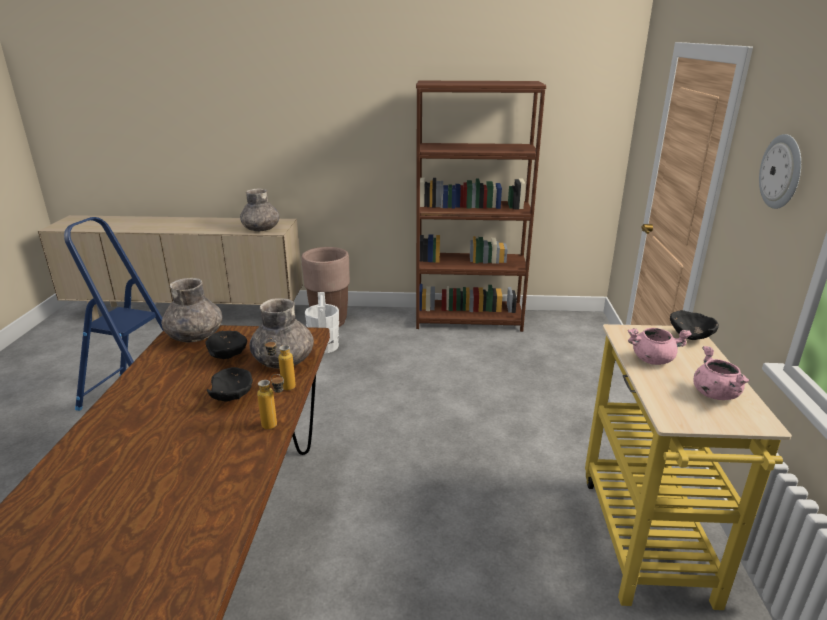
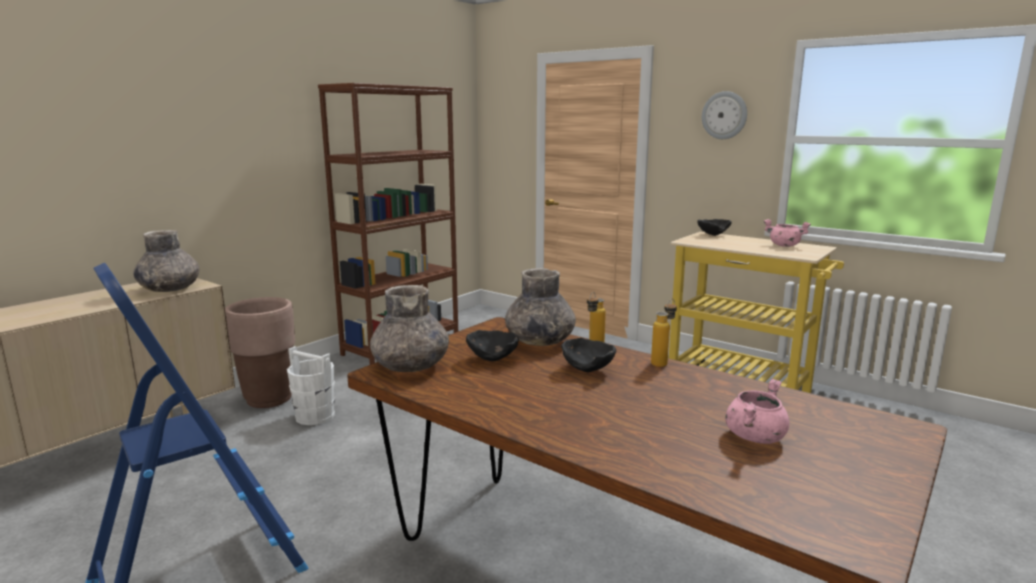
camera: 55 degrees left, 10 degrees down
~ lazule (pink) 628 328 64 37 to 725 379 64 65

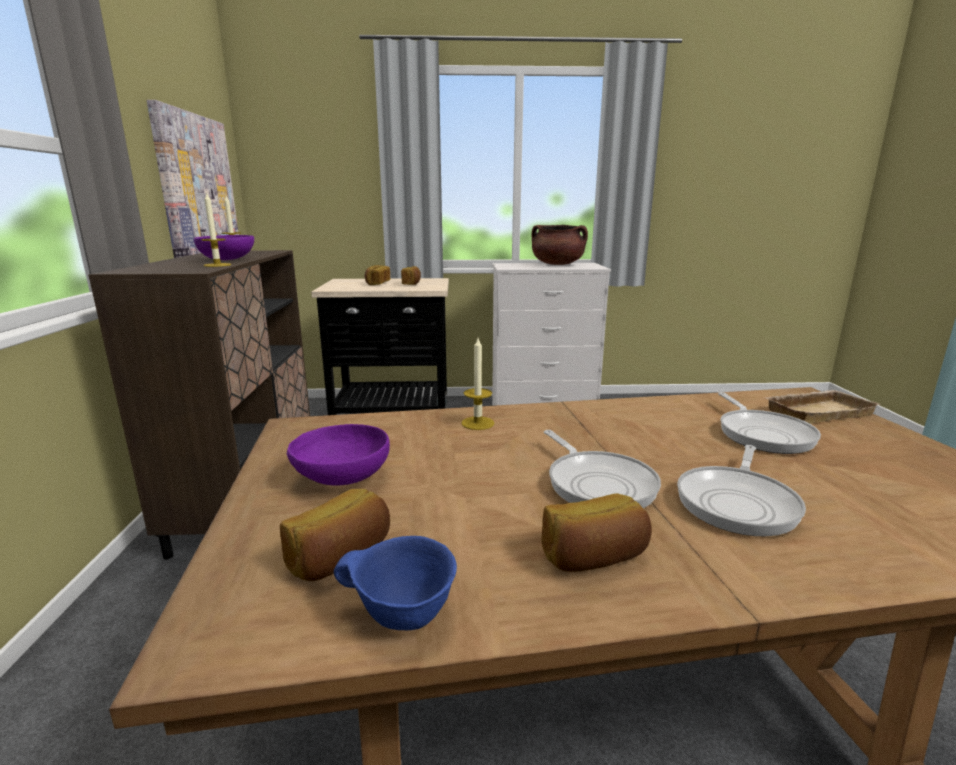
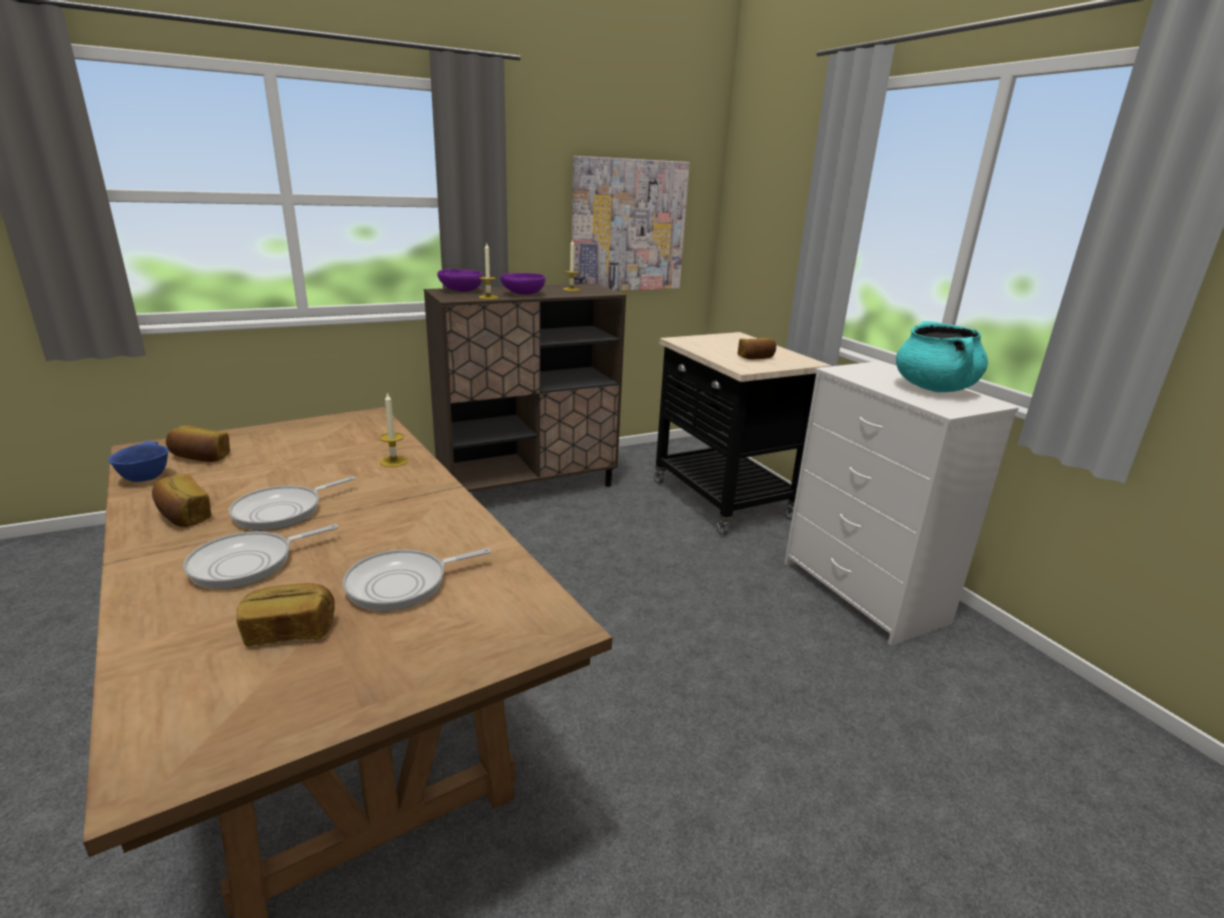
camera: 65 degrees right, 5 degrees up
~ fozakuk 677 445 129 91 = 183 524 155 65 45 degrees counterclockwise
~ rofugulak 365 265 25 20 to 237 583 98 63
~ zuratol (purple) 287 424 103 62 to 437 269 45 23
~ lazule (brown) 532 225 56 40 to lazule (turquoise) 896 321 92 71
- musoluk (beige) 764 390 116 34

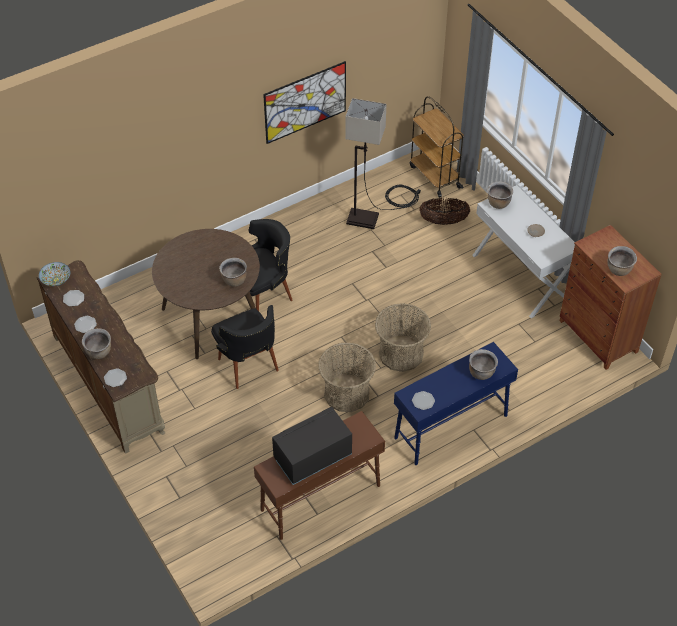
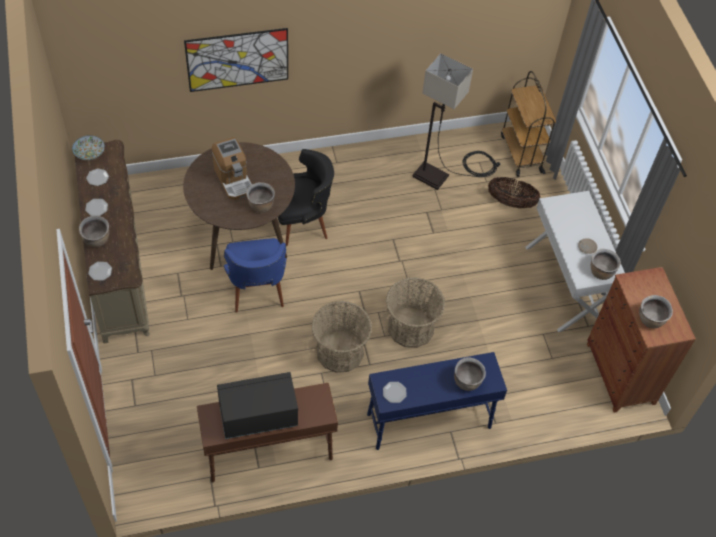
camera: 15 degrees right, 5 degrees up
~ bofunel 263 61 83 83 to 184 28 104 64
+ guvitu 212 137 40 63
~ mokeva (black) 211 305 68 84 to mokeva (blue) 223 238 64 75
~ lazule (brown) 487 181 26 28 to 591 249 30 31

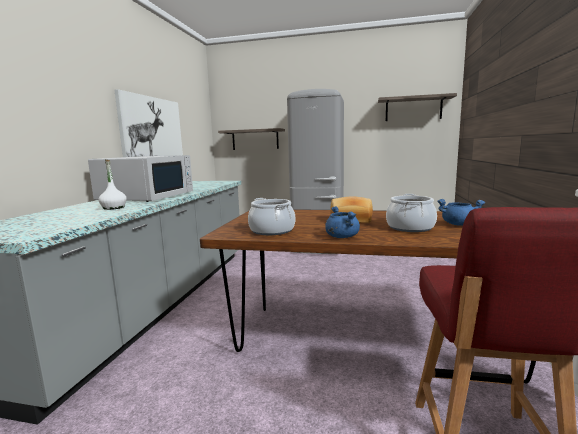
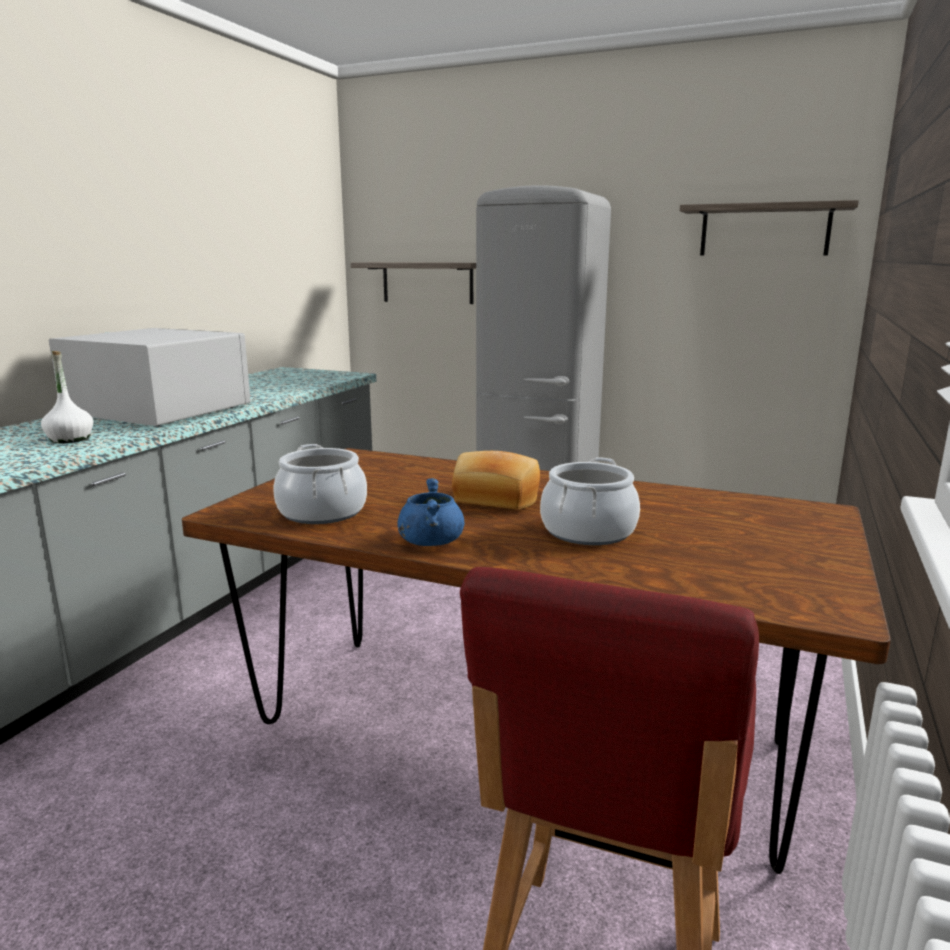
camera: 10 degrees right, 5 degrees up
~ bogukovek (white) 88 155 105 47 = 49 328 202 99 90 degrees counterclockwise
- bofunel 114 89 69 68
- lazule (blue) 437 199 48 27

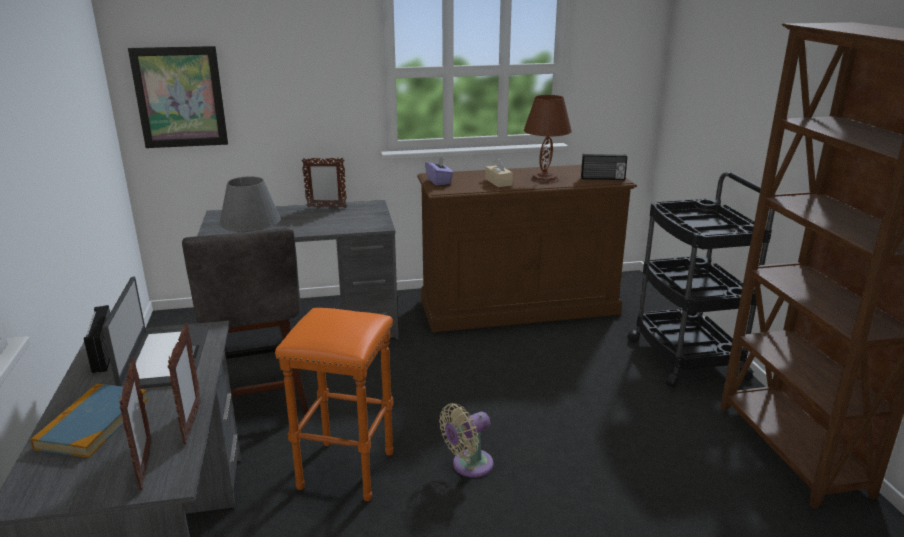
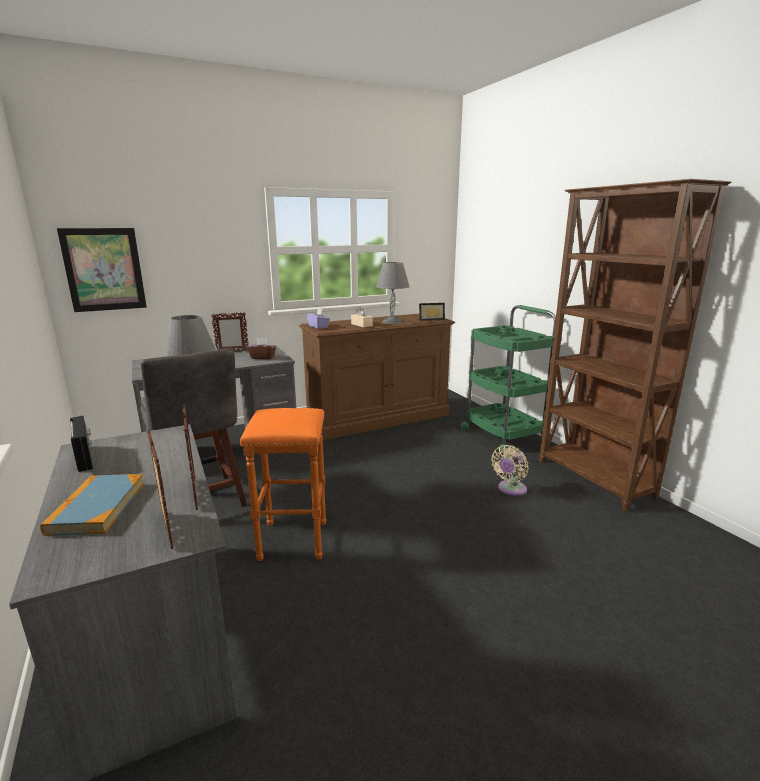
camera: 15 degrees left, 5 degrees down
+ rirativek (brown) 247 338 29 21
~ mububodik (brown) 524 95 48 88 to mububodik (grey) 376 262 34 62
~ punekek 581 153 46 27 to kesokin 419 303 26 18
~ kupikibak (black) 627 172 148 216 to kupikibak (green) 461 305 95 148
~ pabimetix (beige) 439 403 54 75 to 491 445 38 51
- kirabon 102 277 106 112

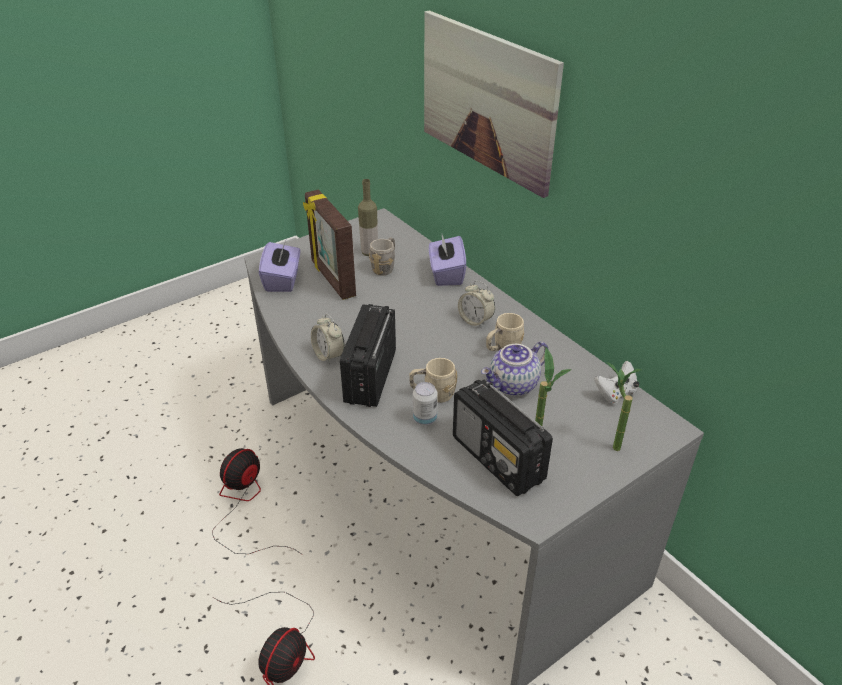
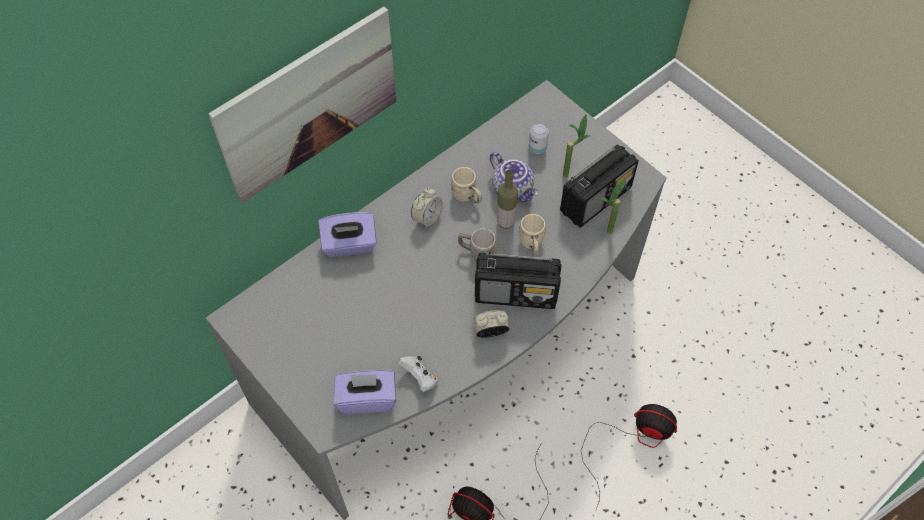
camera: 95 degrees left, 20 degrees up
~ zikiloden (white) 594 361 45 43 to 398 356 40 36
~ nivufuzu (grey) 369 237 26 38 to 458 229 39 33
~ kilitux 311 314 34 51 = 473 310 36 28 150 degrees counterclockwise
~ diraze 358 179 20 77 to 497 170 21 59
~ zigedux 413 382 25 44 to 529 122 20 32
~ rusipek 607 362 34 89 to 601 179 25 55
- kesokin 303 190 53 110

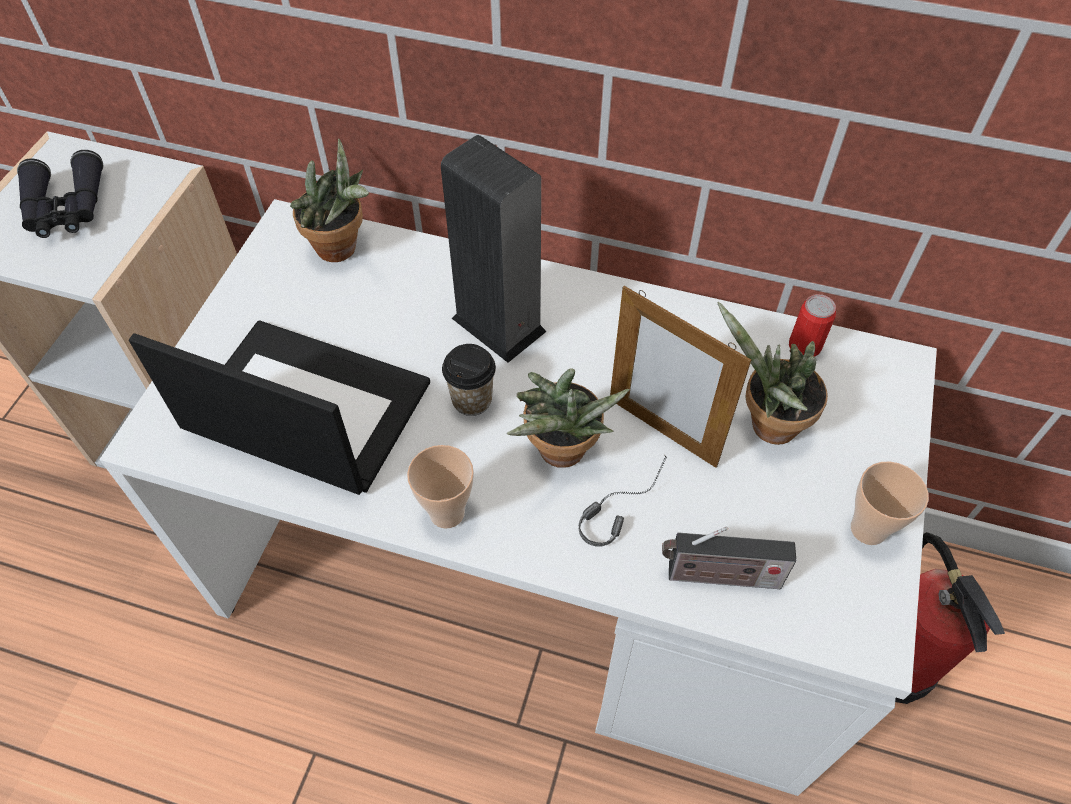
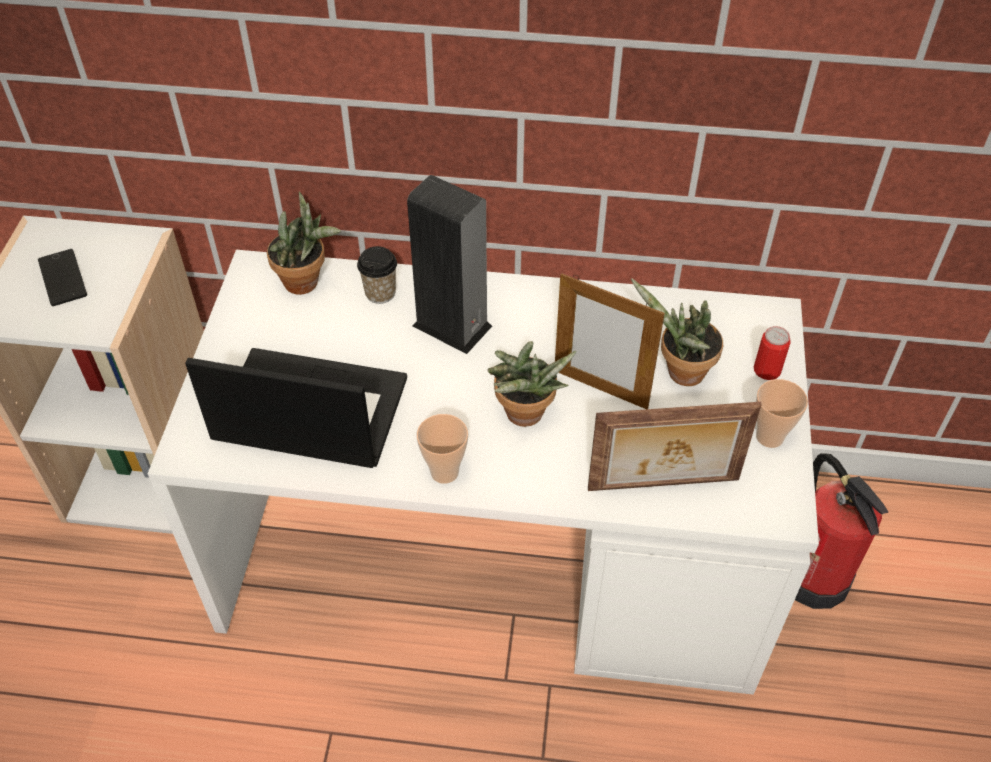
camera: 10 degrees left, 5 degrees down
~ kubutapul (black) 17 150 86 88 to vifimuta 38 249 49 57
~ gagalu 442 344 54 72 to 357 246 40 58
~ punekek 662 526 134 63 to kesokin 588 402 174 89
~ zigedux 789 294 47 62 to 754 326 37 54
- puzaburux 579 456 88 91

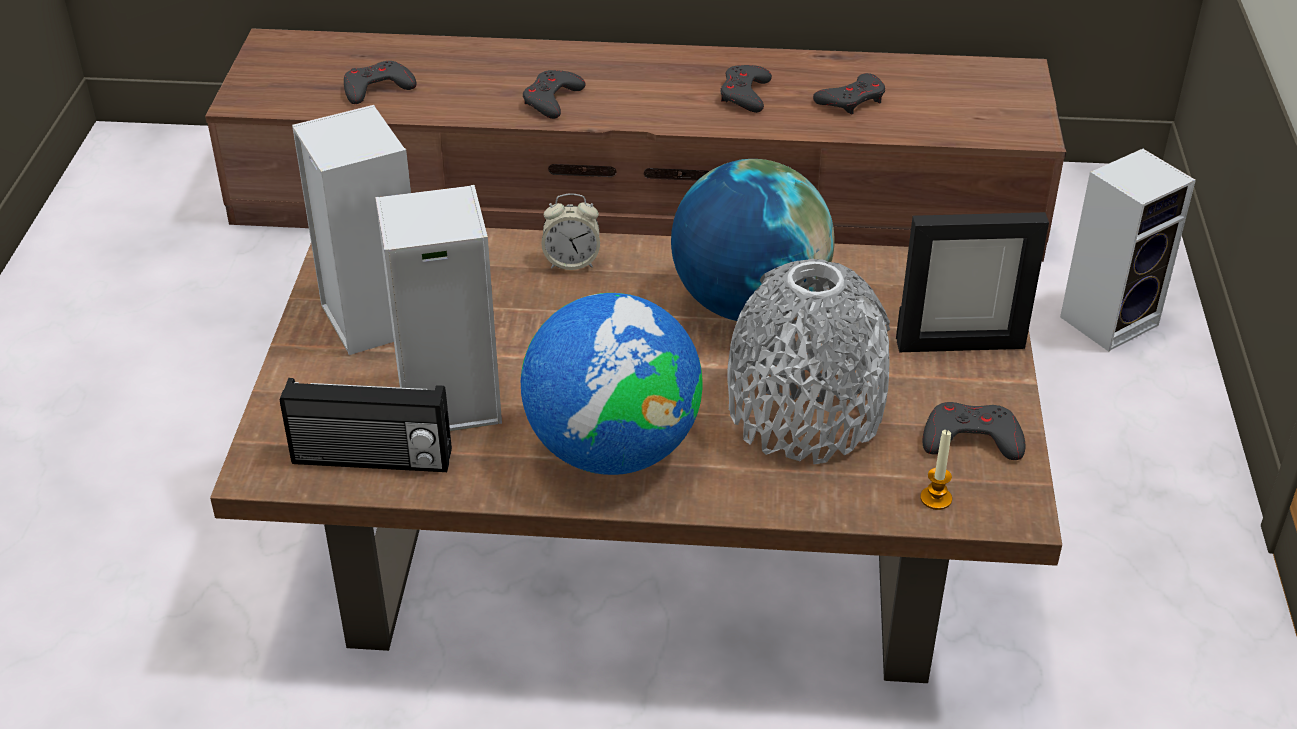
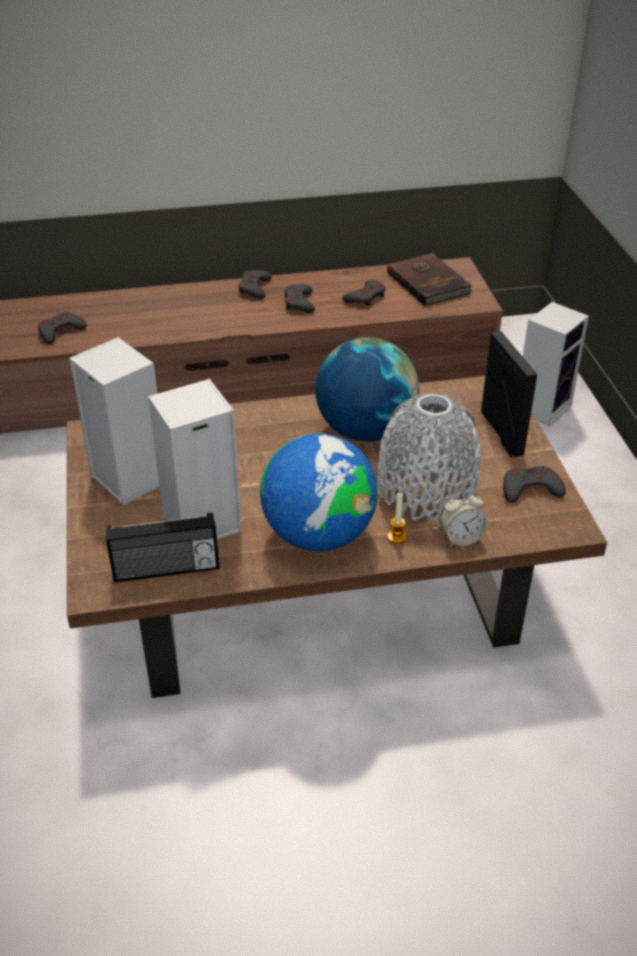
camera: 15 degrees left, 0 degrees up
~ zikiloden (grey) 523 70 63 49 to 238 270 34 29
+ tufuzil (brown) 387 253 85 53
~ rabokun 920 430 32 80 to 387 493 20 51
~ kilitux 541 194 59 76 to 439 491 49 56
~ kesokin 896 212 153 140 = 481 331 56 127 90 degrees counterclockwise

